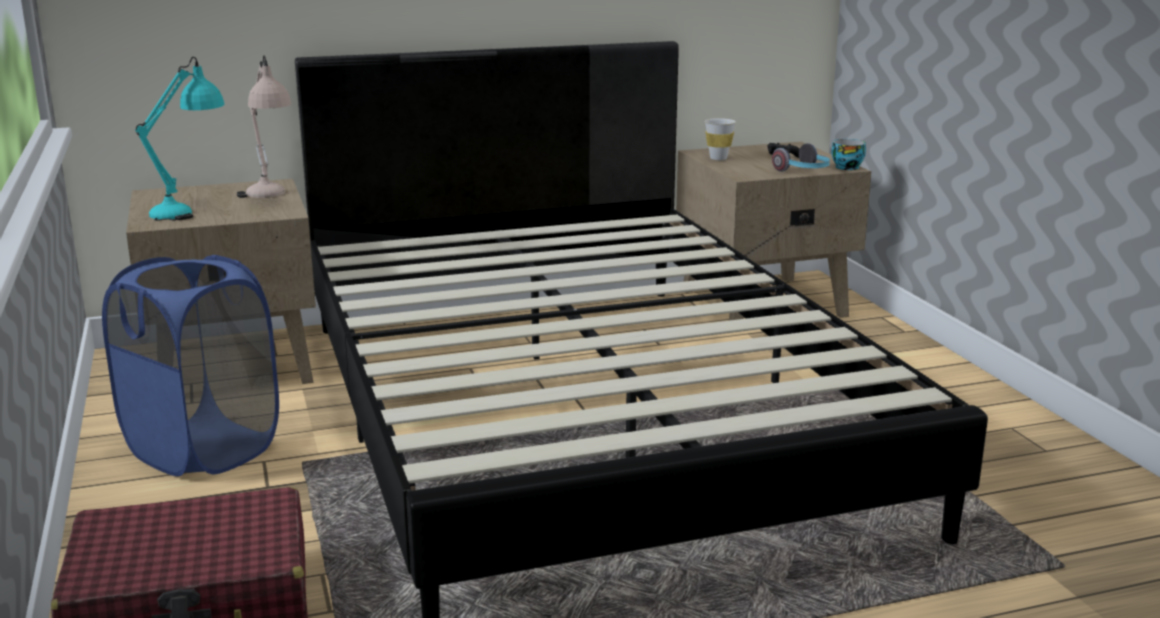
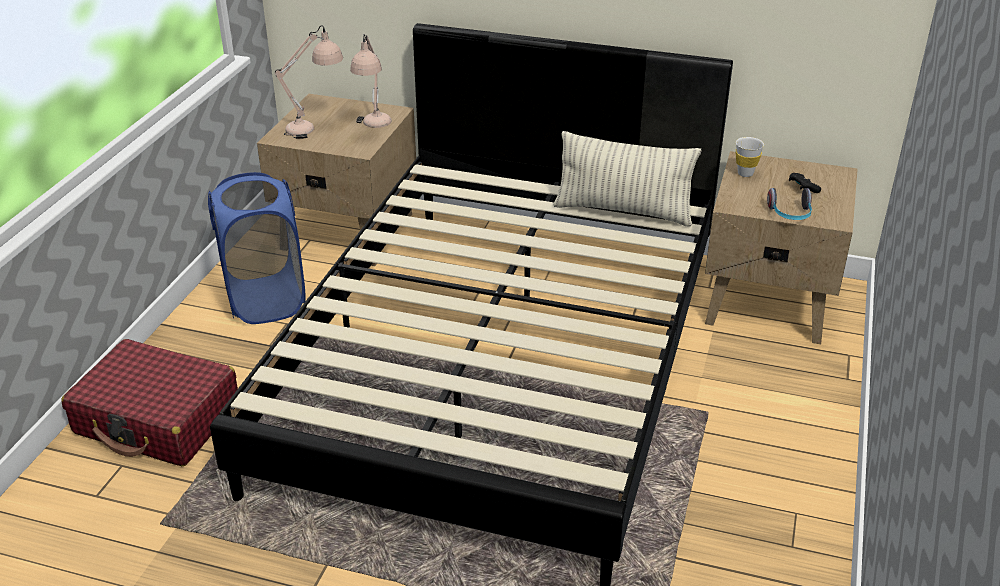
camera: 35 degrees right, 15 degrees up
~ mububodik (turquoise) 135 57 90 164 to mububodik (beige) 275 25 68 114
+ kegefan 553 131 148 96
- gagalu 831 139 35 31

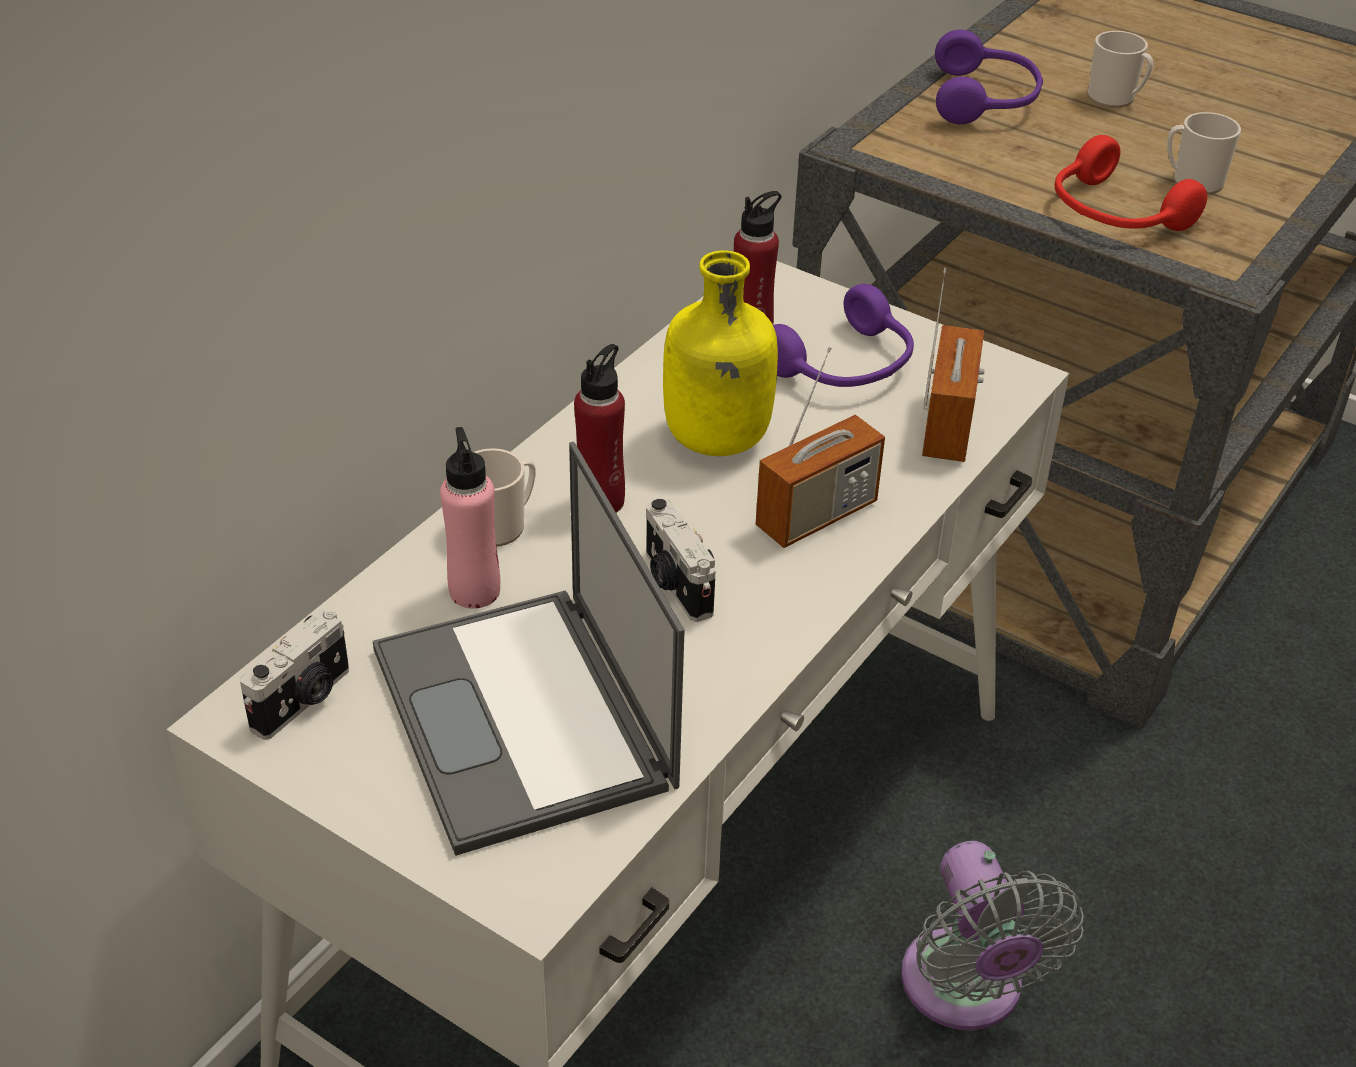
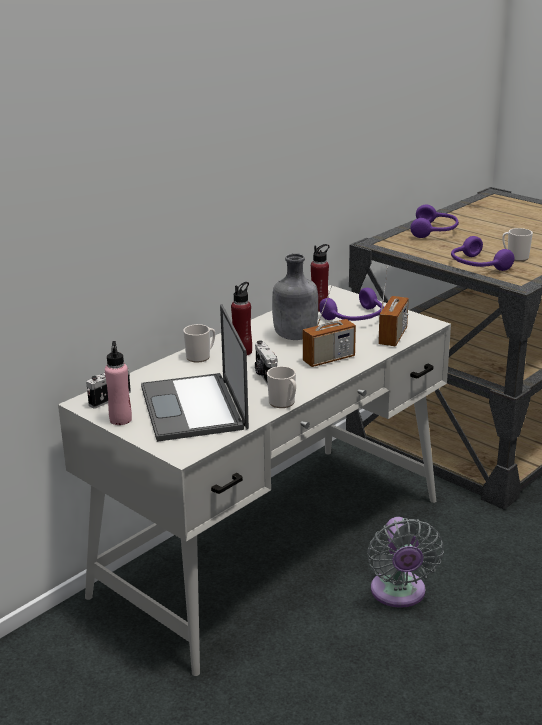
camera: 10 degrees right, 15 degrees down
~ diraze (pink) 440 427 60 182 to 105 341 27 84
~ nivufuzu 1088 31 65 77 to 267 366 29 42
~ diraze (yellow) 663 250 115 206 to diraze (grey) 272 253 46 87
~ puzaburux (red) 1055 135 152 96 to puzaburux (purple) 451 236 63 35

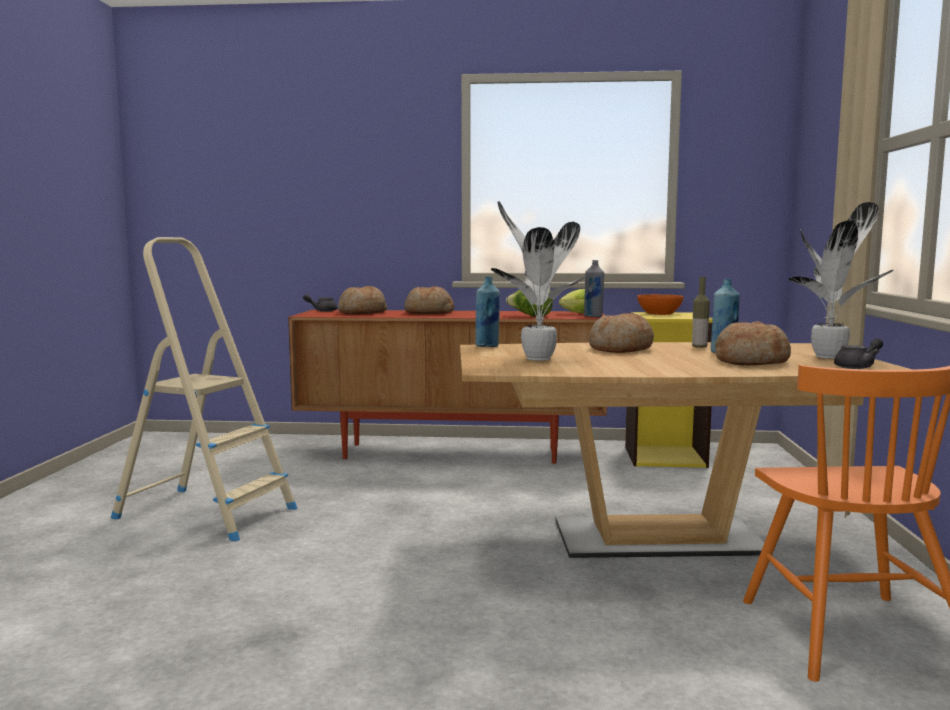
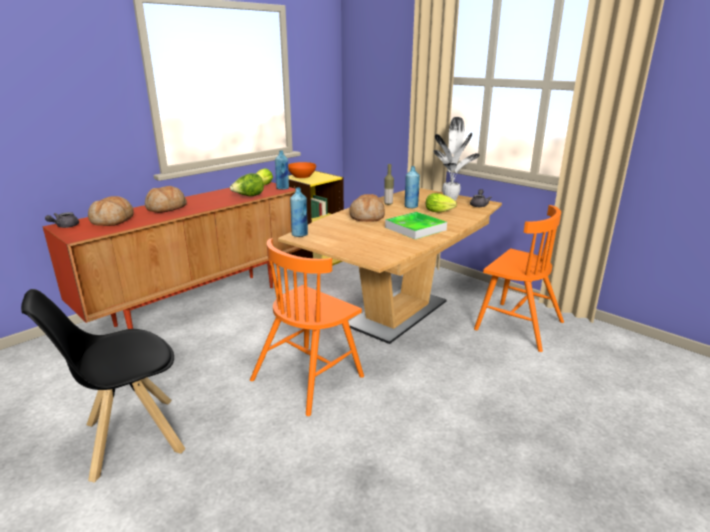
camera: 50 degrees left, 15 degrees up
~ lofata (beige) 111 237 186 304 to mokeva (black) 21 289 165 193
+ mokeva (orange) 250 238 114 178
~ diraze (grey) 583 260 21 57 to diraze (blue) 275 150 14 39
+ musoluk 385 212 62 27
~ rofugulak 715 321 76 45 to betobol 426 193 31 20
- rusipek 491 201 95 160

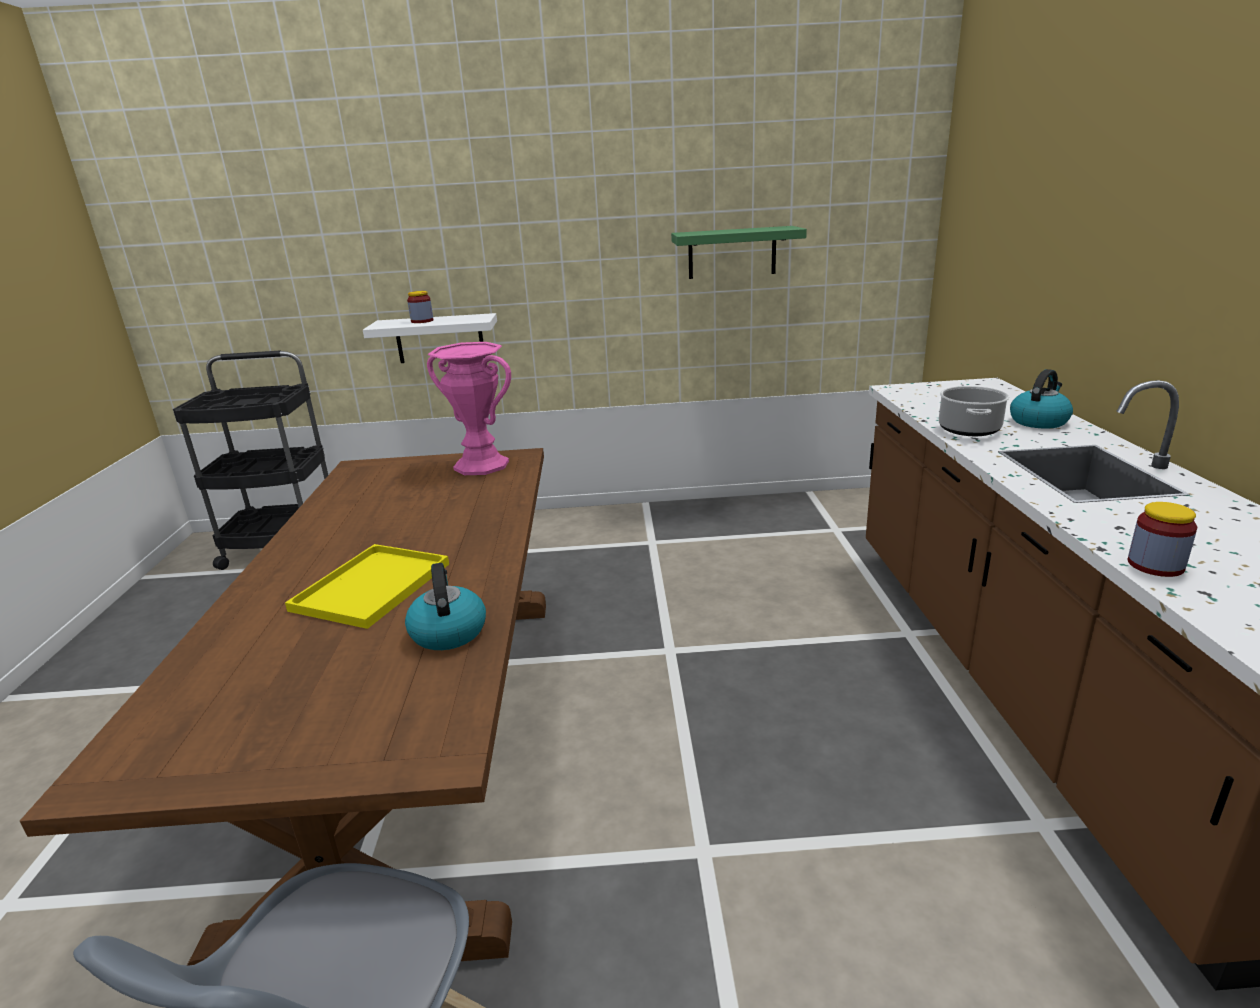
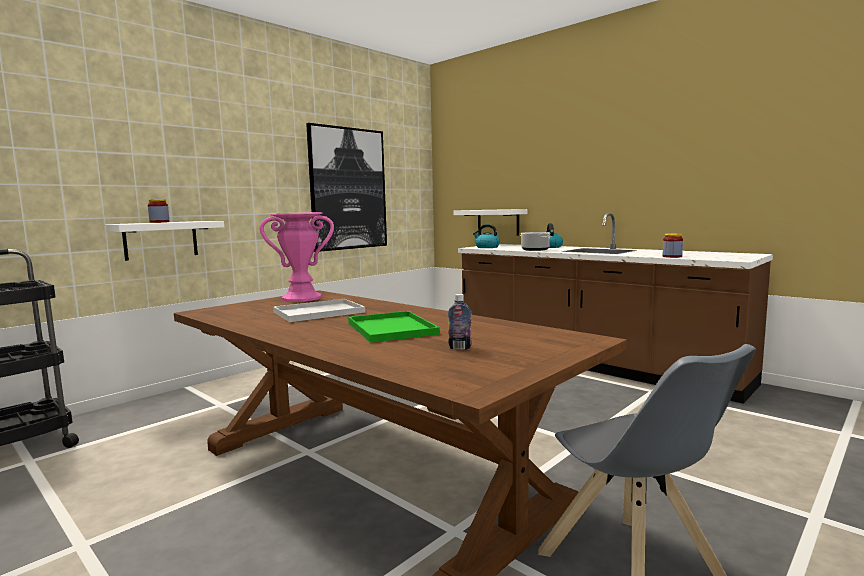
camera: 45 degrees left, 15 degrees down
+ musoluk (white) 273 299 93 23
~ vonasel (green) 671 226 136 53 to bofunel 306 123 81 129
~ musoluk (yellow) 285 544 164 85 to musoluk (green) 348 311 92 32
+ diraze 448 294 24 56
+ vonasel (white) 453 209 74 27
~ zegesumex 405 563 81 87 to 473 224 27 24

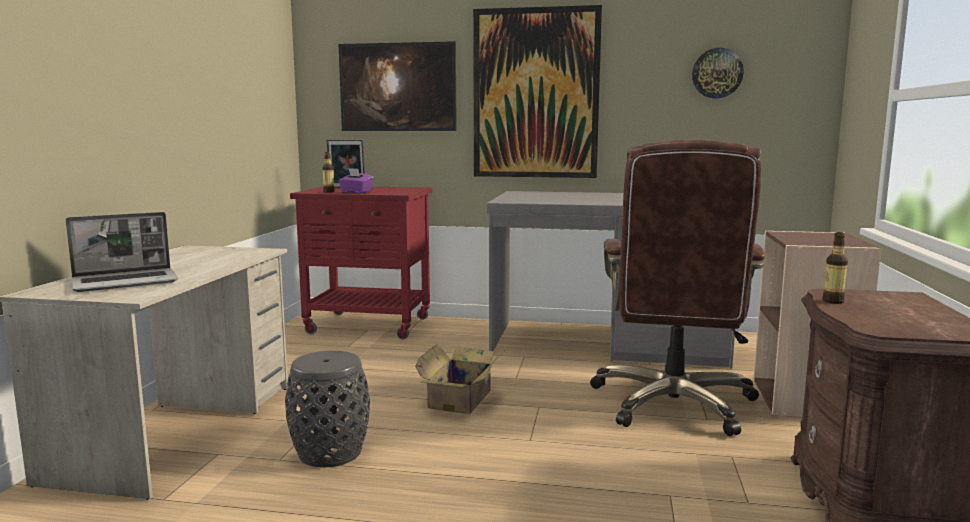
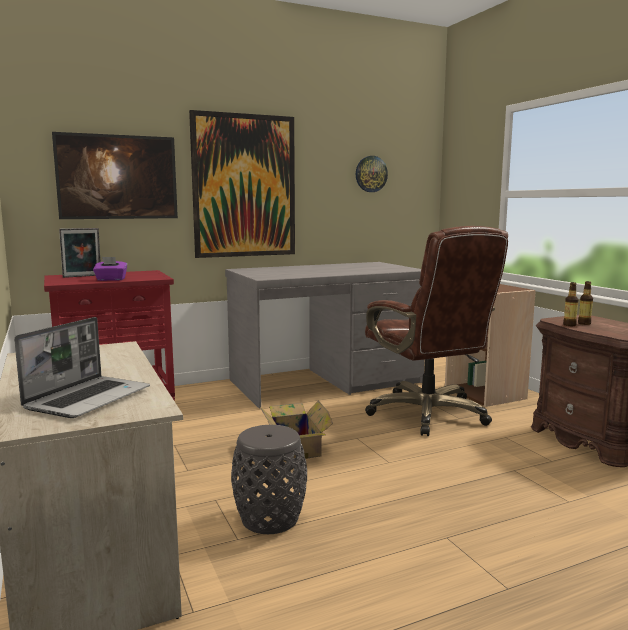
camera: 35 degrees left, 0 degrees up
~ diraze 322 152 13 41 to 578 281 15 44

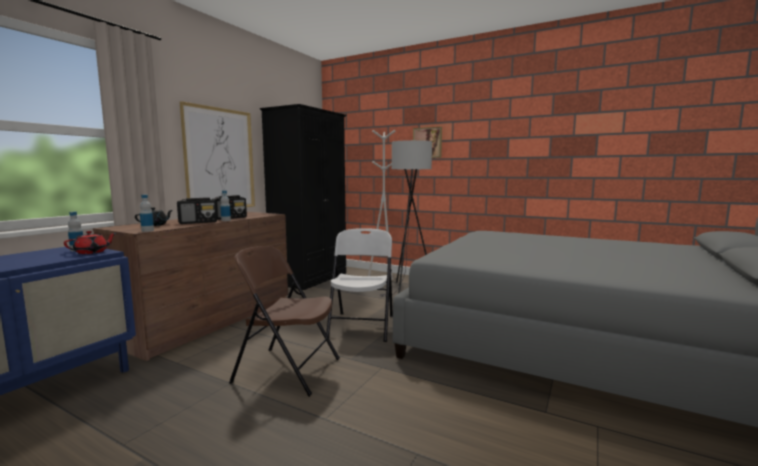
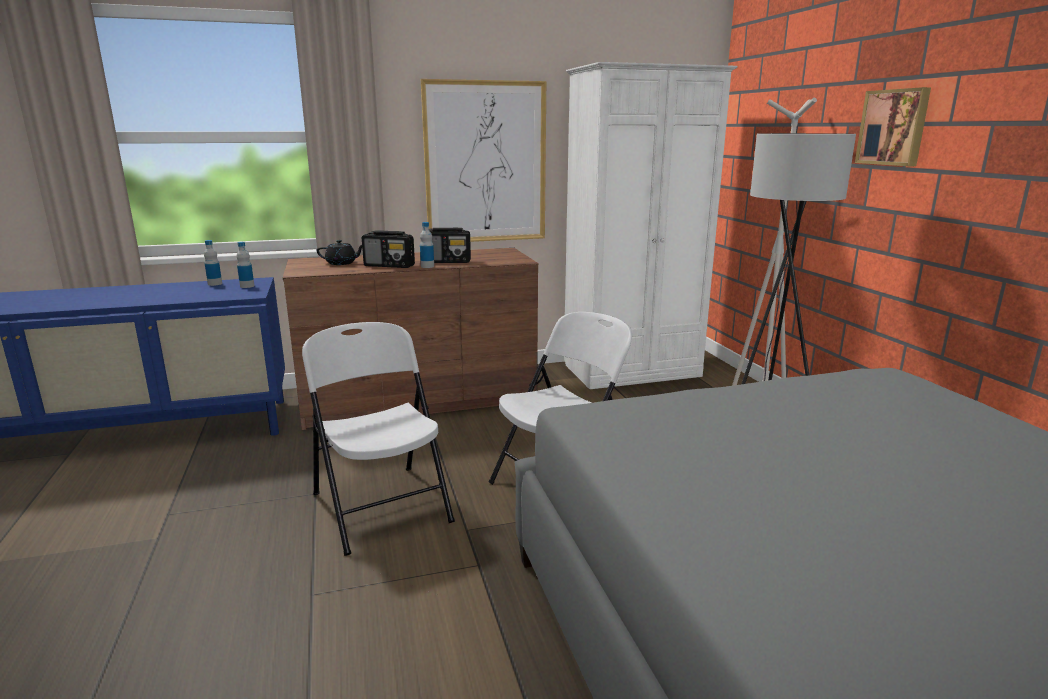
camera: 45 degrees right, 10 degrees up
~ diraze 140 195 14 37 to 204 240 18 46
~ mokeva (brown) 229 246 111 151 to mokeva (white) 302 322 153 234
~ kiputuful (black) 260 104 87 186 to kiputuful (white) 564 62 174 327
- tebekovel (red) 64 231 52 23

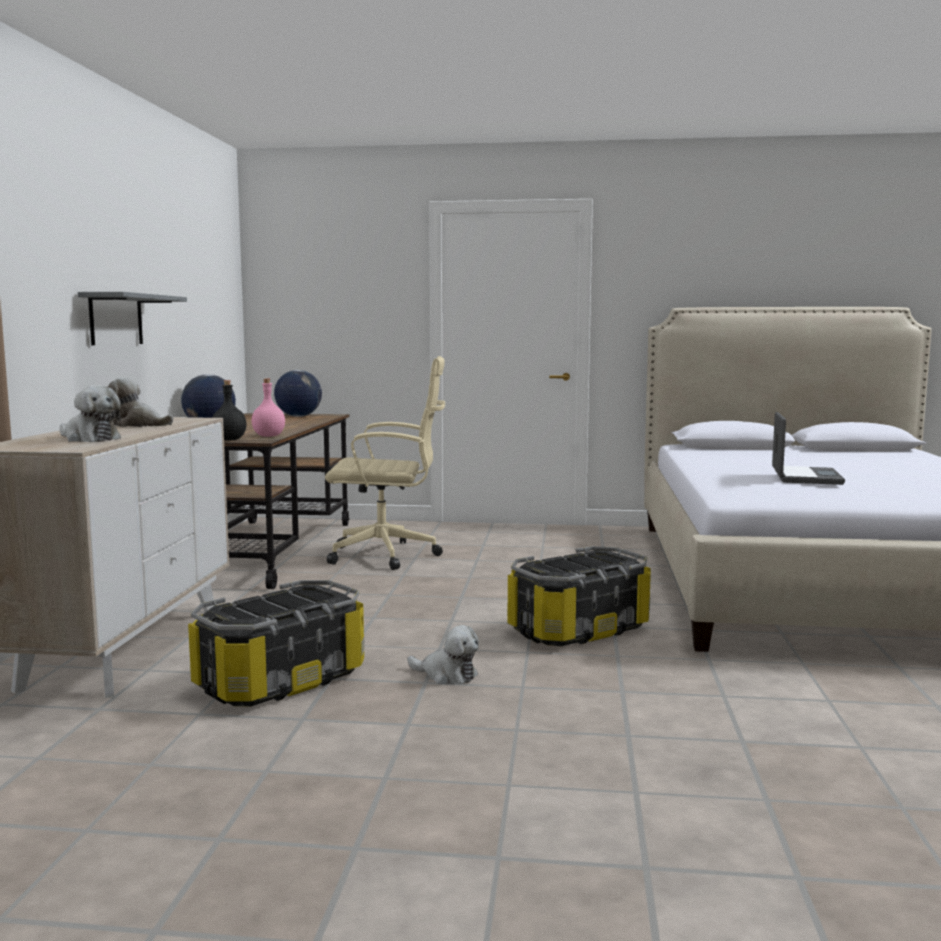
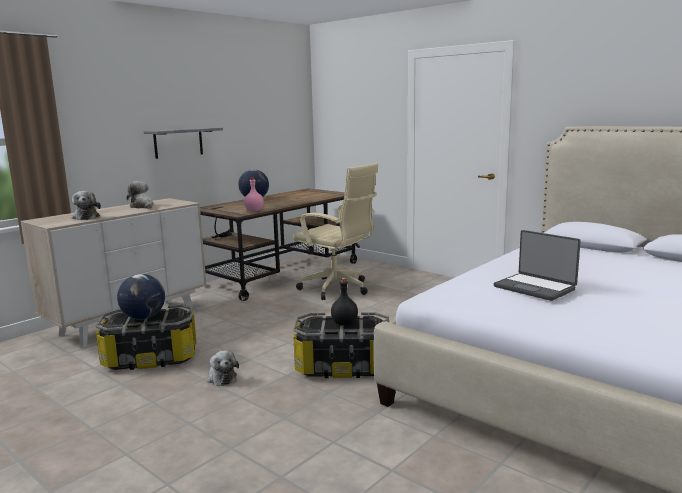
camera: 35 degrees right, 5 degrees up
~ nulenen 274 370 48 47 to 117 274 48 46
~ diraze (black) 212 380 35 60 to 331 278 27 48
~ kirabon 772 412 73 73 = 494 230 87 71 90 degrees clockwise

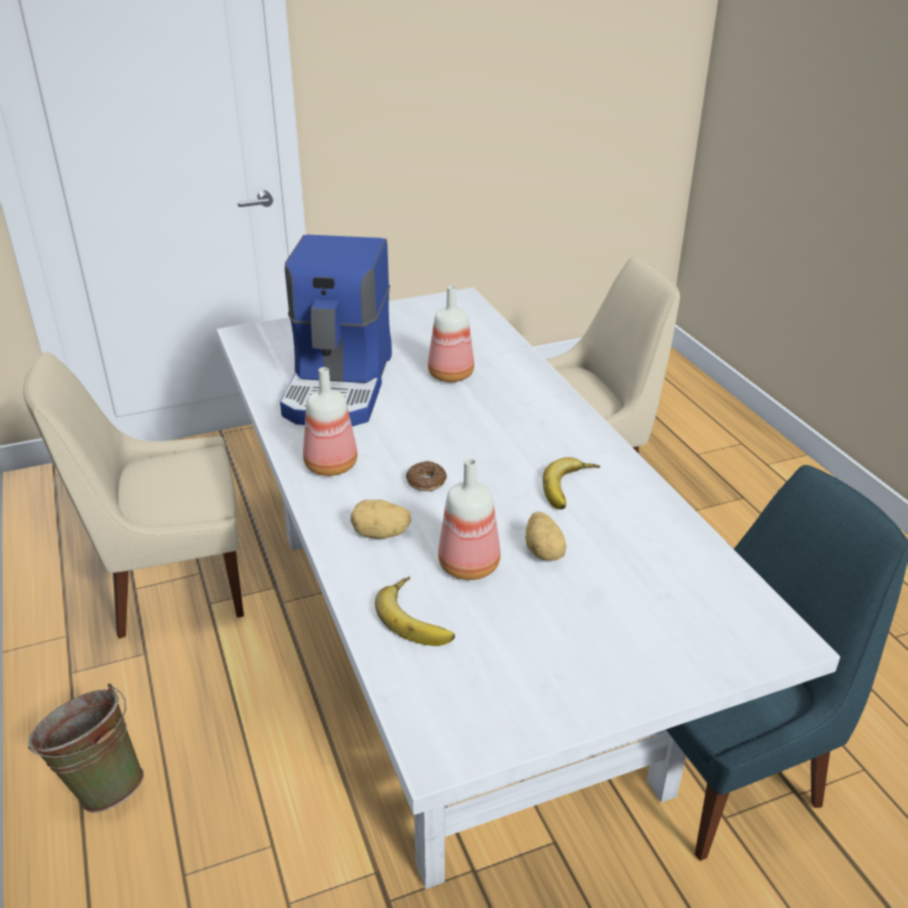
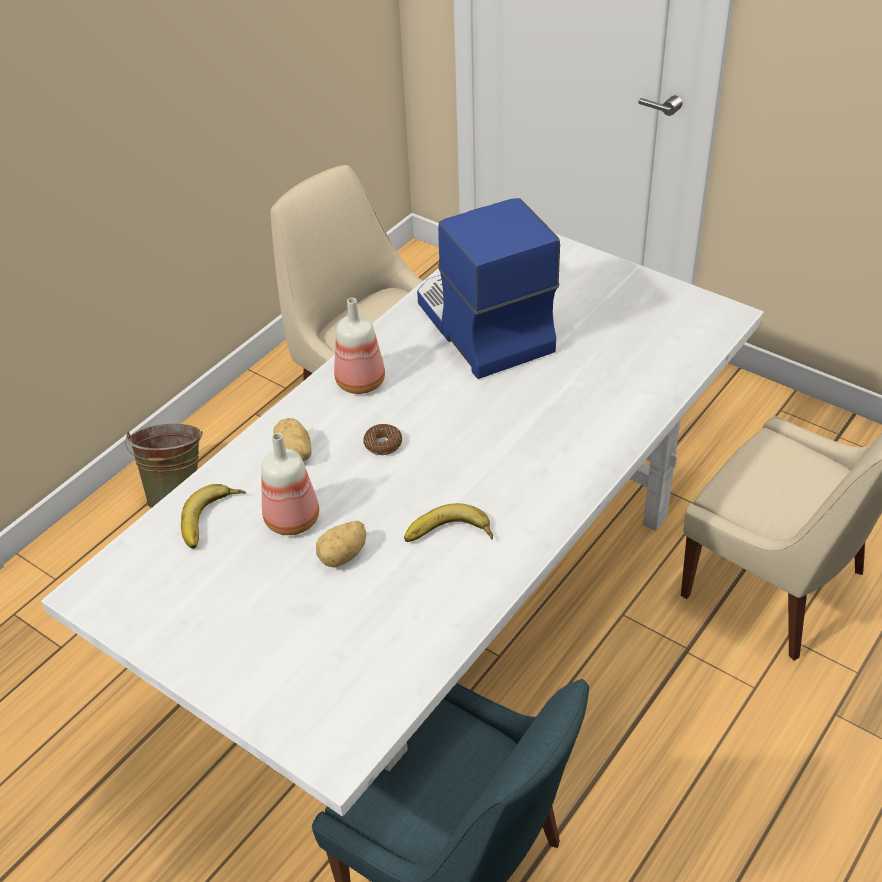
camera: 60 degrees right, 10 degrees up
~ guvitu 280 235 112 192 = 417 198 143 181 90 degrees clockwise
- diraze 428 286 46 96

